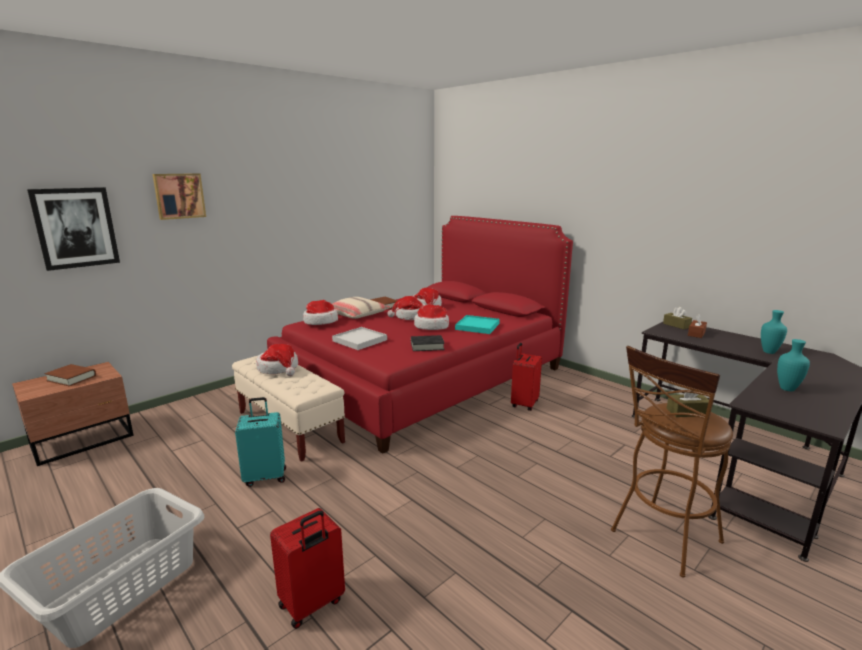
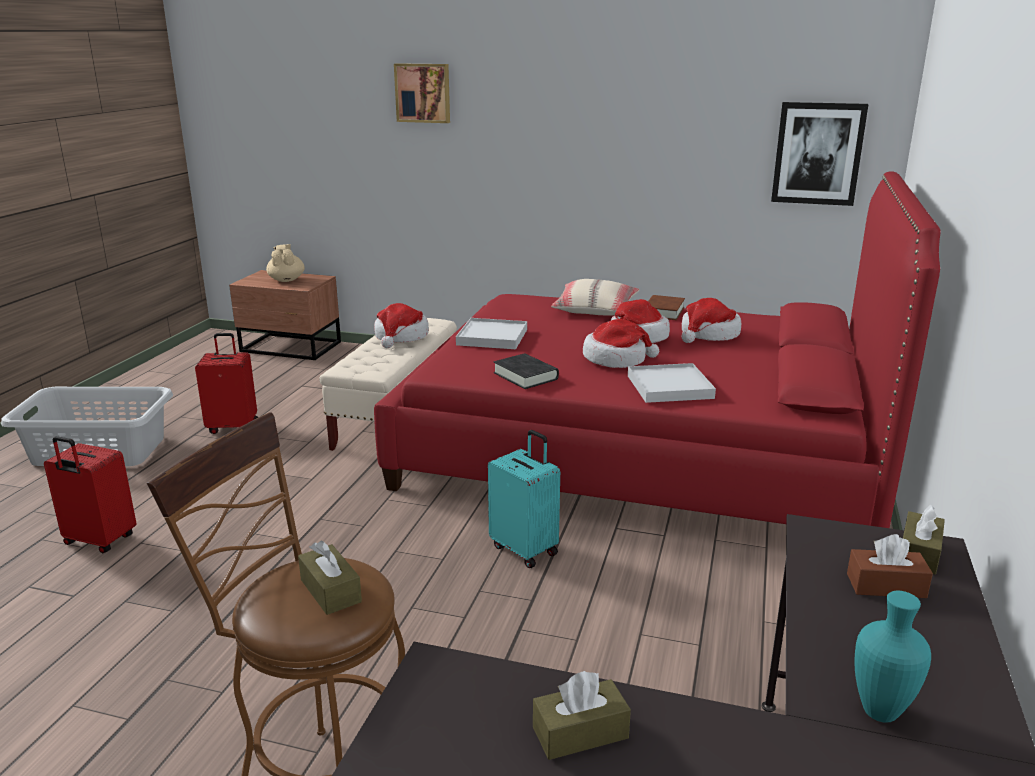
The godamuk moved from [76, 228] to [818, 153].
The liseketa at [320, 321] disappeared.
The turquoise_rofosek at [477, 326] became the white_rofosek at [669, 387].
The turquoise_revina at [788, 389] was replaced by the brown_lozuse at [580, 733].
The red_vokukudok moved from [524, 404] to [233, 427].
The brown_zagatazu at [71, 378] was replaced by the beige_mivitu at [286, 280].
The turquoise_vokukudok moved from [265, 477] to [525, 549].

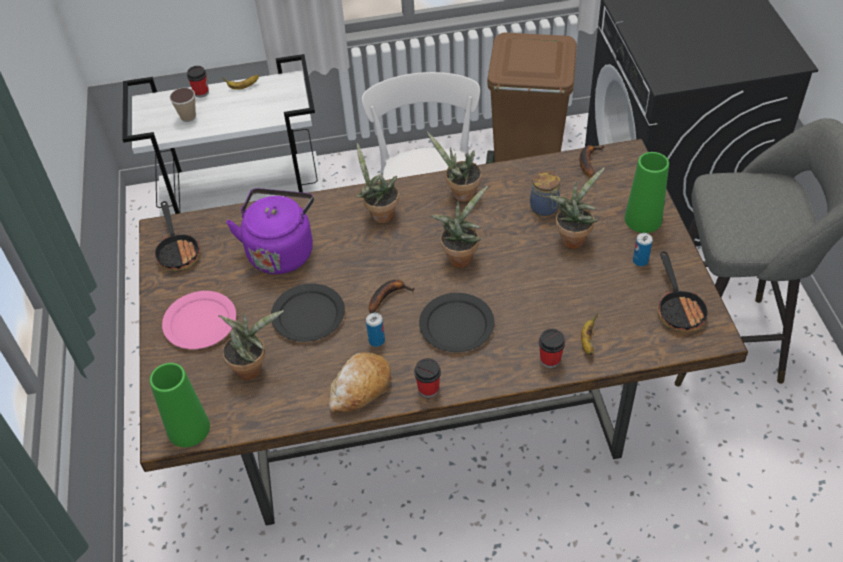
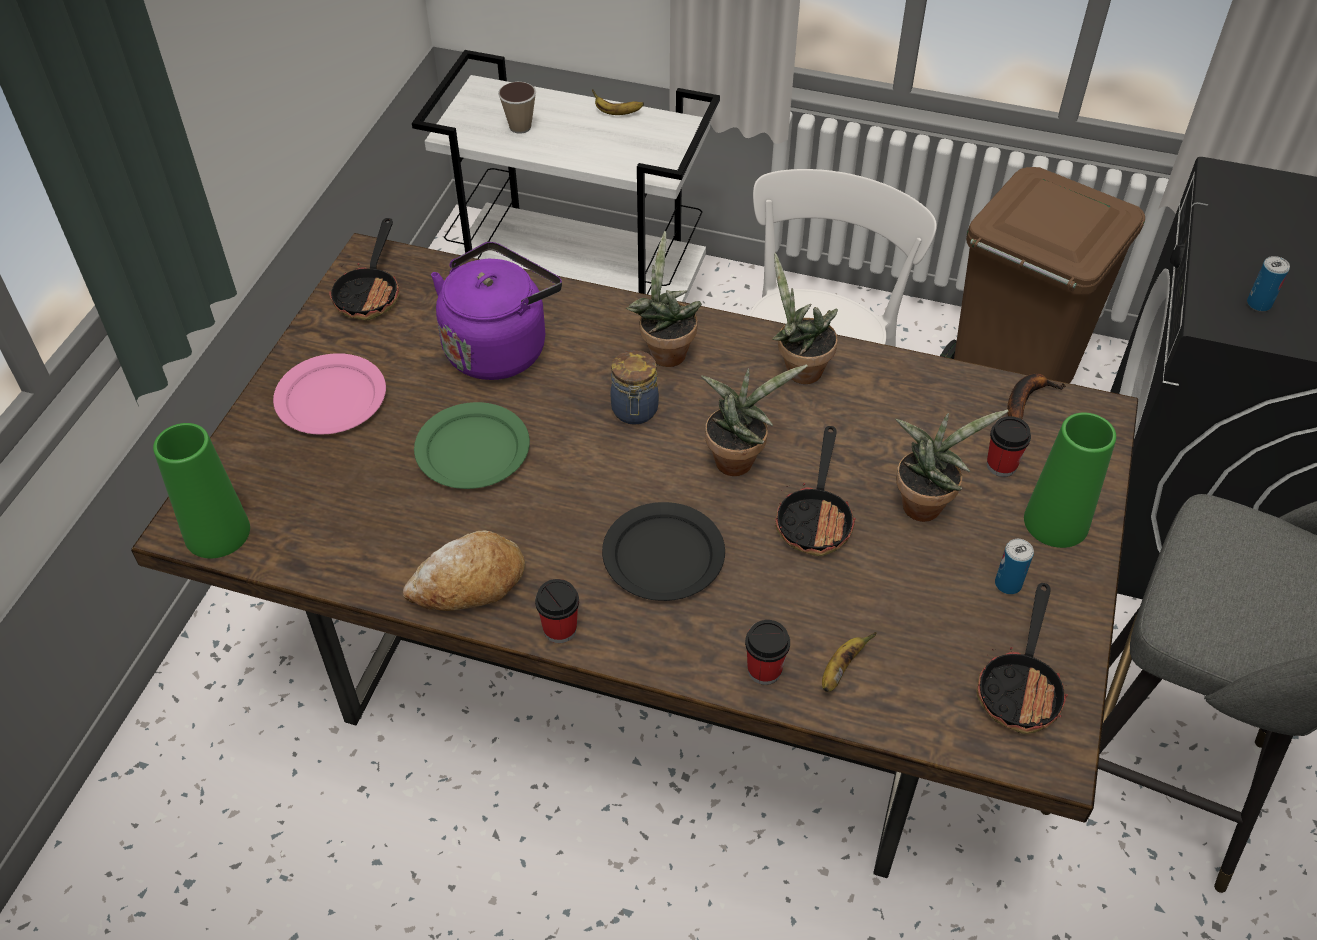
The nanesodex moved from [201, 92] to [1001, 465].
The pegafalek moved from [545, 208] to [634, 411].
The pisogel at [388, 296] disappeared.
The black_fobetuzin at [308, 314] became the green_fobetuzin at [473, 449].
The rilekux at [252, 367] disappeared.
The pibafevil moved from [376, 340] to [1259, 304].
The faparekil at [816, 518] appeared.

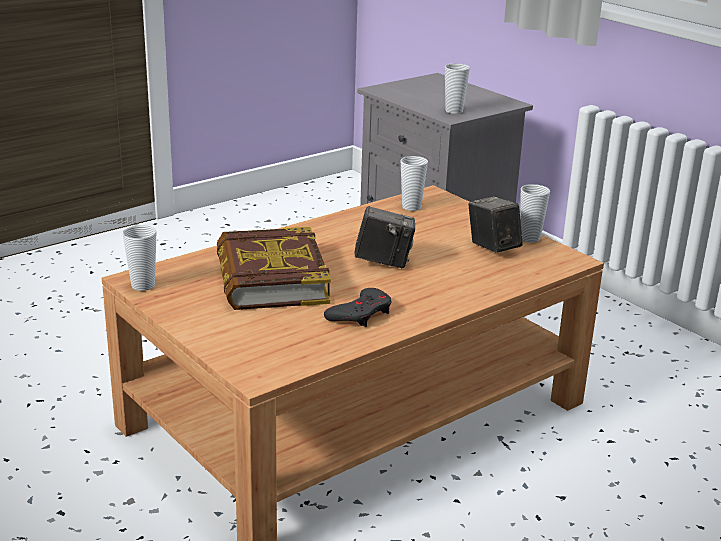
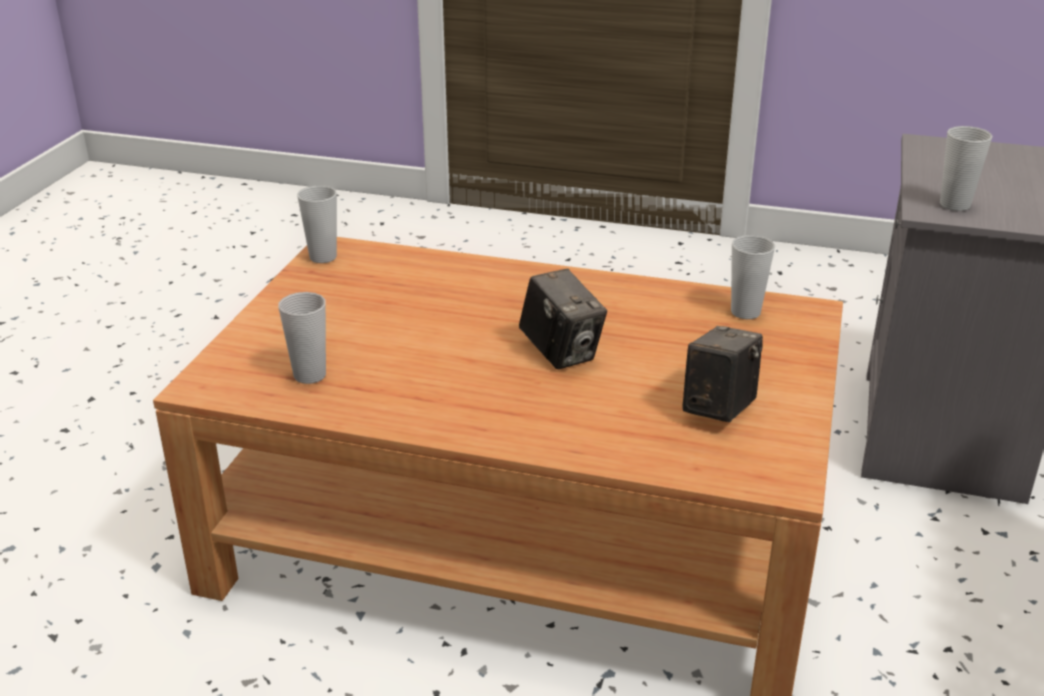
The nanesodex moved from [529, 238] to [310, 375].
The zagatazu at [270, 279] disappeared.
The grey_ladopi at [361, 314] disappeared.

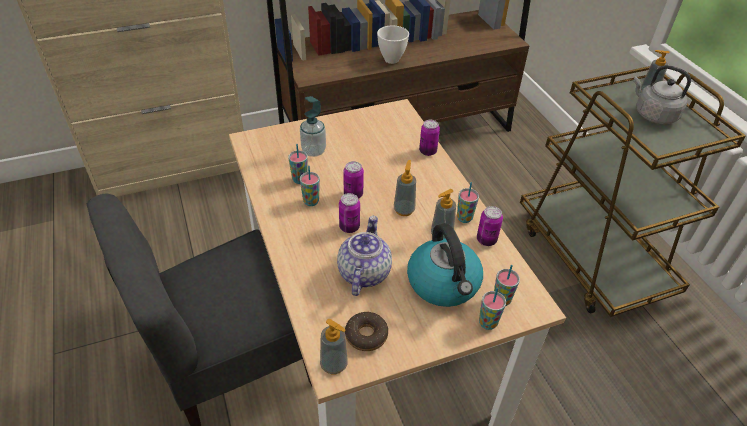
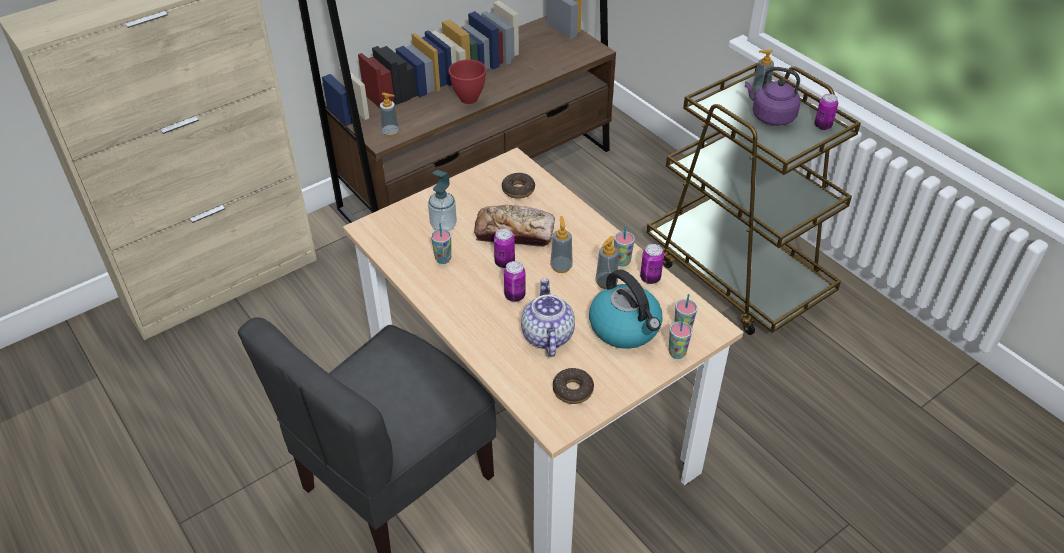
The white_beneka at [390, 60] became the red_beneka at [468, 99].
The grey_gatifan at [653, 115] became the purple_gatifan at [770, 116].
The pibafevil moved from [427, 151] to [822, 126].
The nanesodex at [311, 201] disappeared.
The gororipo moved from [334, 364] to [390, 132].
The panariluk at [518, 190] appeared.
The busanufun at [515, 232] appeared.

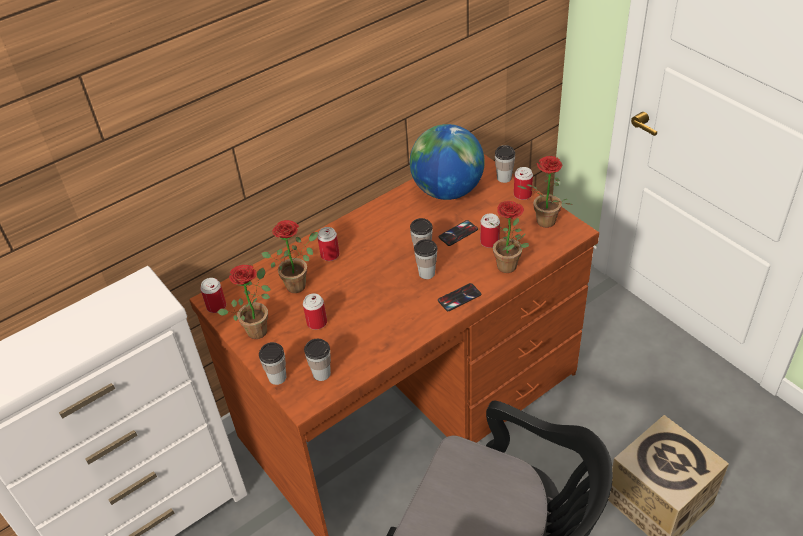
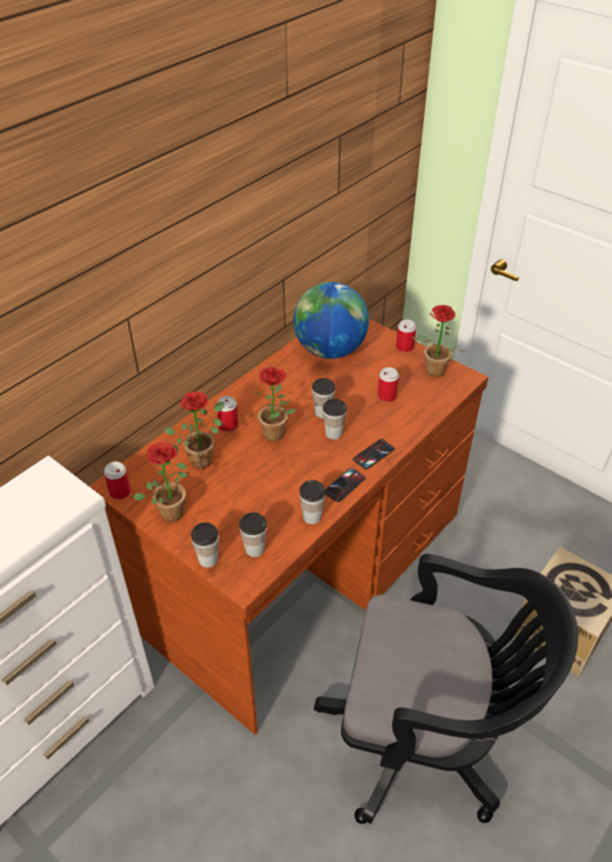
The nanesodex moved from [504, 178] to [312, 517].
The rilekux moved from [510, 268] to [277, 436].
The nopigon moved from [458, 233] to [344, 485].
The pibafevil at [317, 322] disappeared.

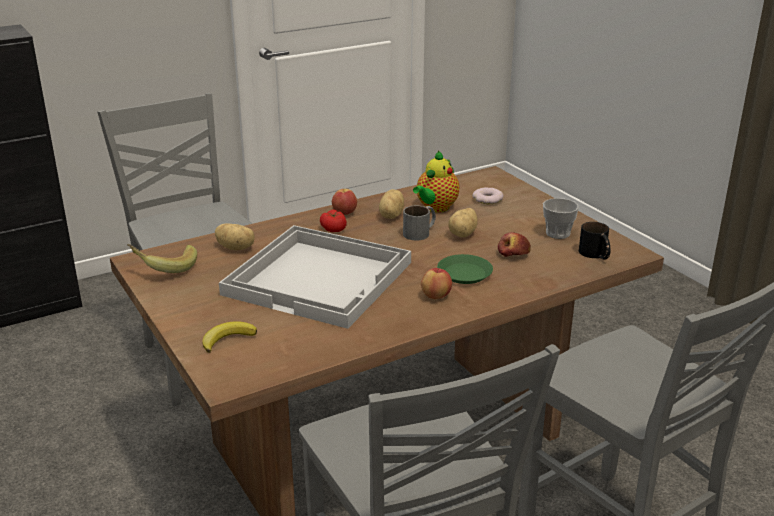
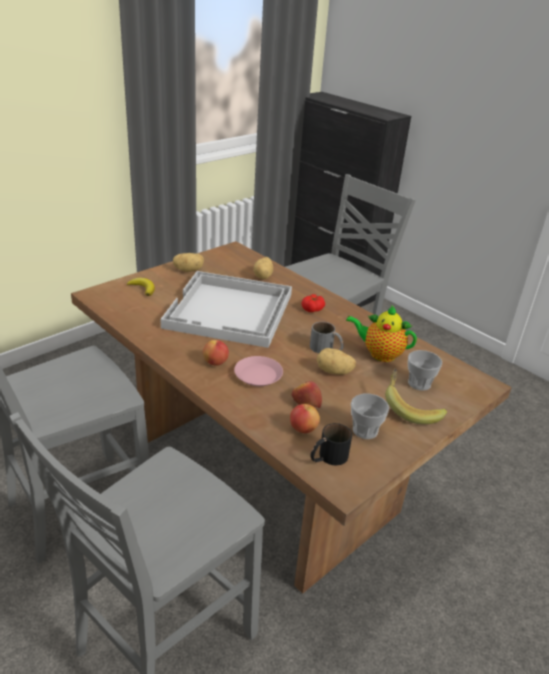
The panariluk at [487, 199] was replaced by the nanesodex at [419, 383].
The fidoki moved from [344, 213] to [303, 429].
The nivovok moved from [390, 215] to [188, 270].
The pisogel moved from [165, 267] to [410, 408].
The green_fobetuzin at [465, 273] became the pink_fobetuzin at [258, 375].

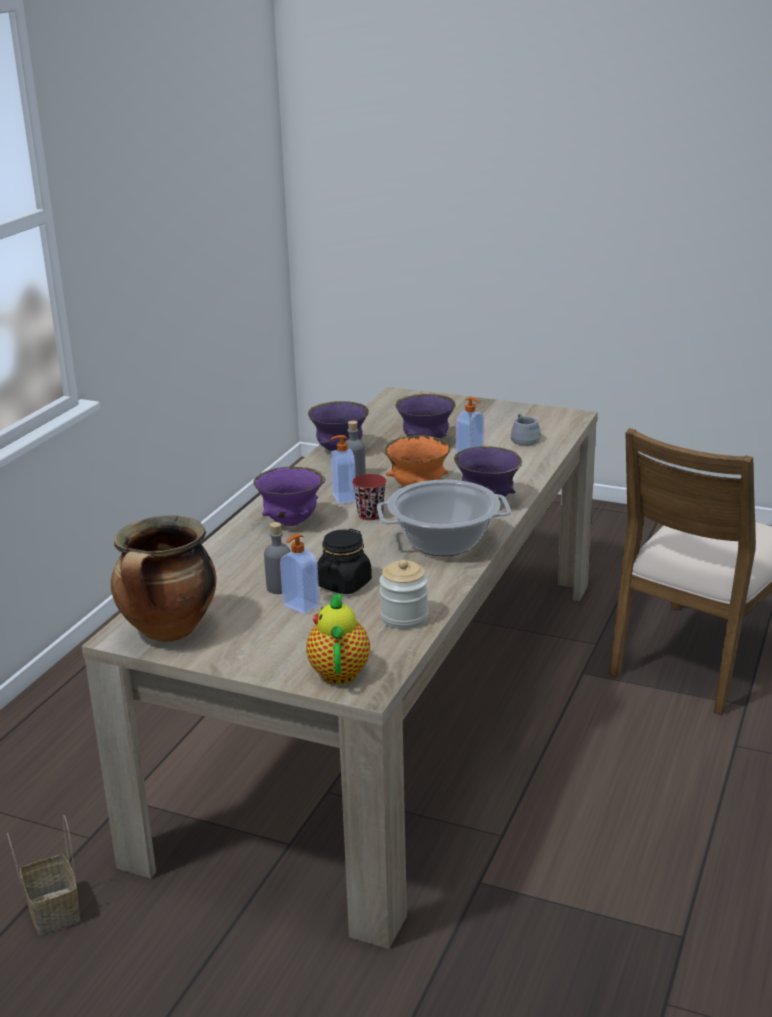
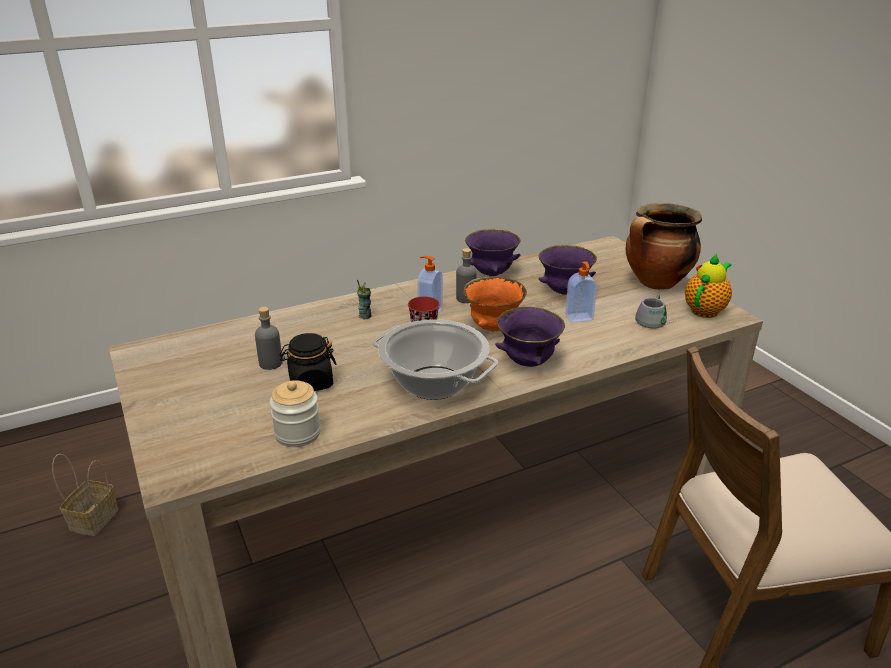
The purple_beneka at [291, 522] was replaced by the nanesodex at [365, 316].
The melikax moved from [169, 632] to [656, 283].
The gororipo at [300, 606] disappeared.
The mivitu moved from [339, 670] to [706, 310].

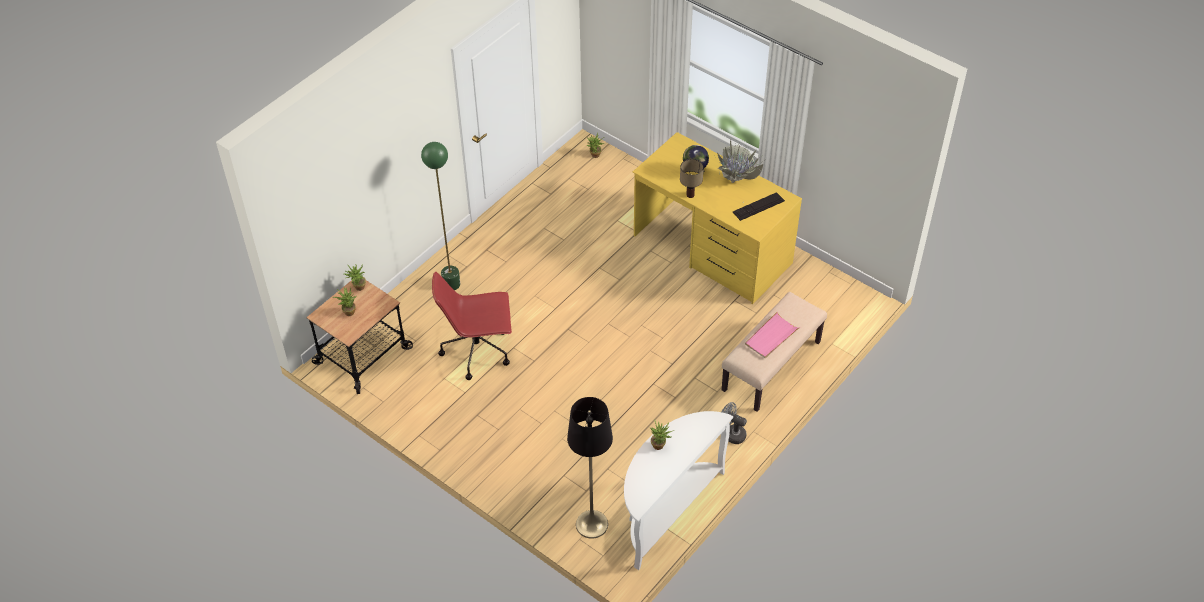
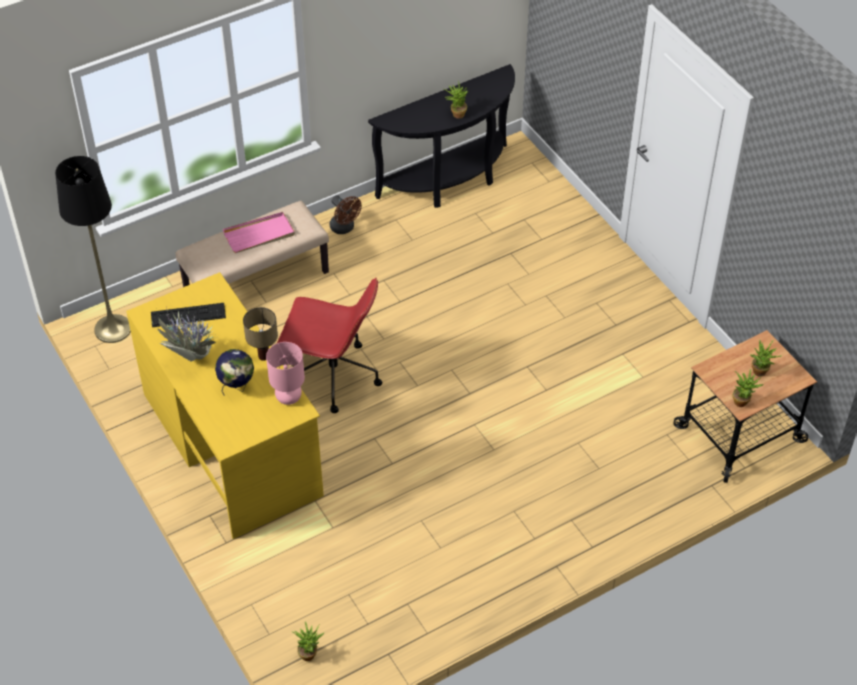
The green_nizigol at [451, 284] disappeared.
The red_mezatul moved from [478, 350] to [332, 376].
The black_nizigol moved from [591, 524] to [113, 329].
The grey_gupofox at [731, 434] became the brown_gupofox at [344, 228].
The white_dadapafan at [666, 510] became the black_dadapafan at [451, 181].
The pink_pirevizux at [288, 398] appeared.

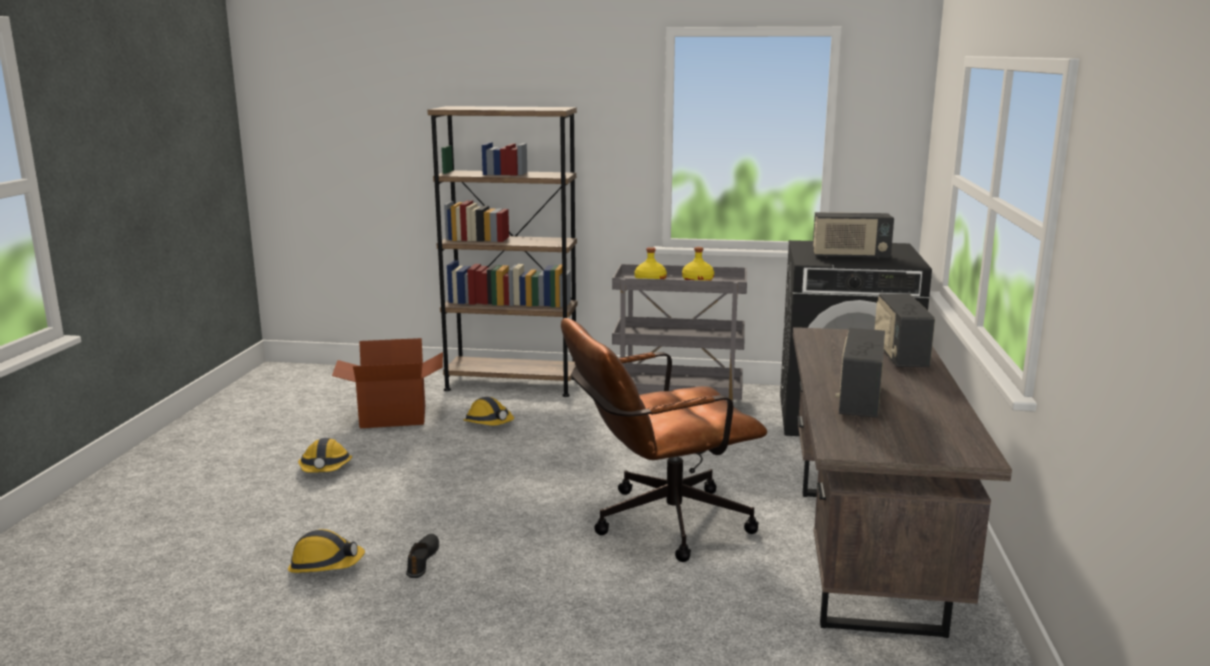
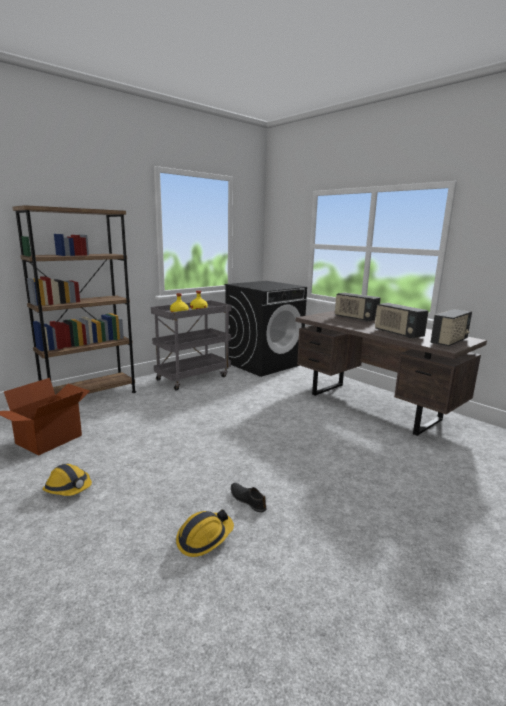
The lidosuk moved from [850, 257] to [449, 342].
The brown_mezatul at [658, 523] disappeared.
The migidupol at [489, 423] disappeared.

